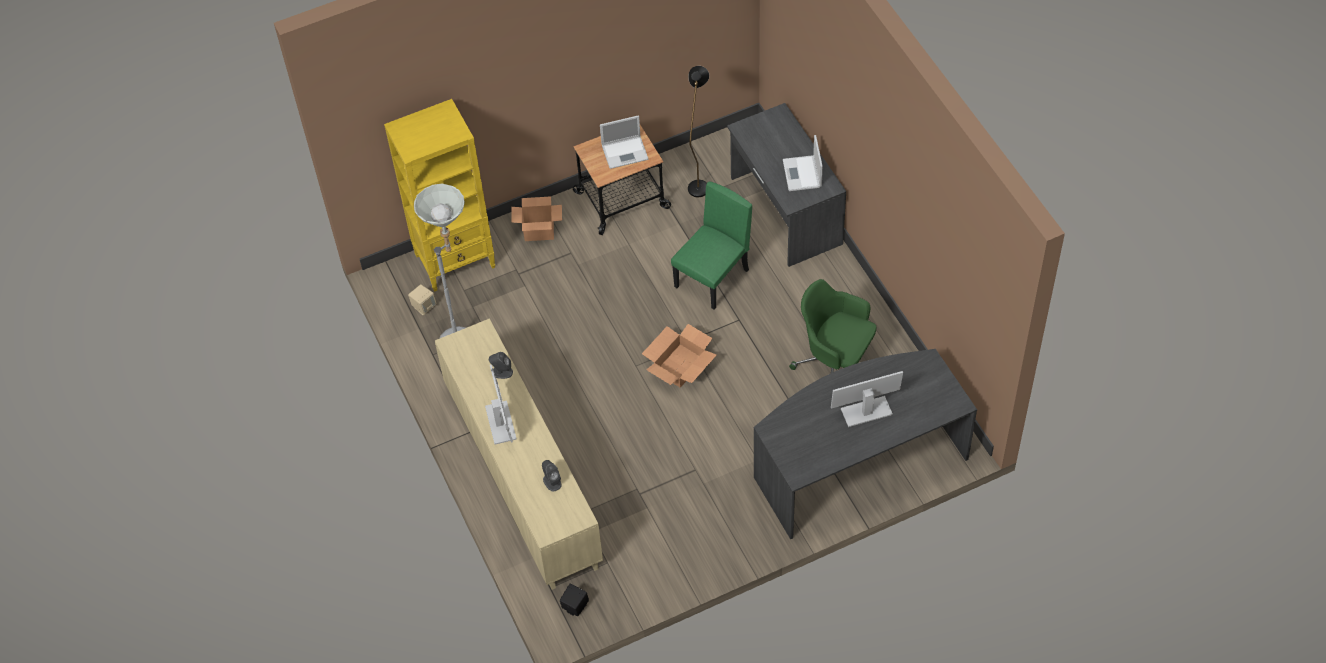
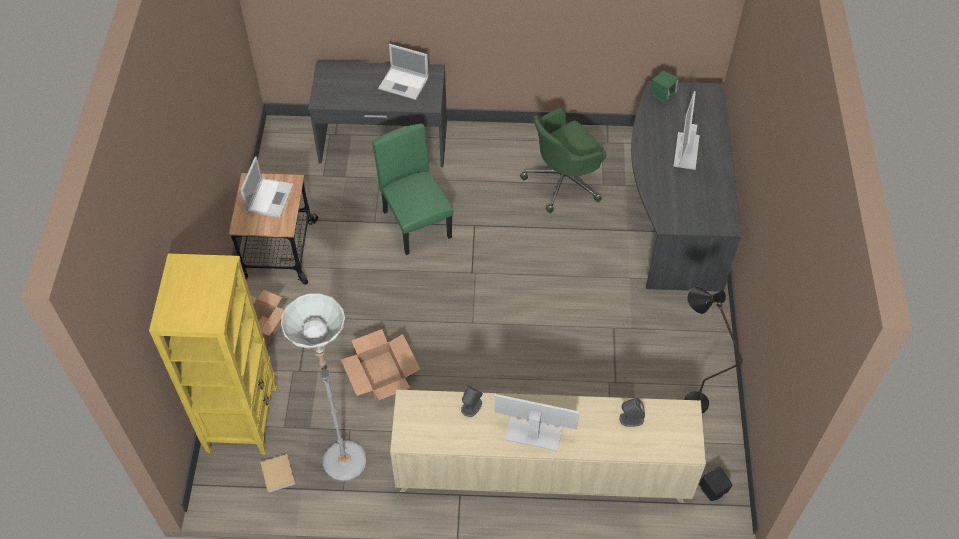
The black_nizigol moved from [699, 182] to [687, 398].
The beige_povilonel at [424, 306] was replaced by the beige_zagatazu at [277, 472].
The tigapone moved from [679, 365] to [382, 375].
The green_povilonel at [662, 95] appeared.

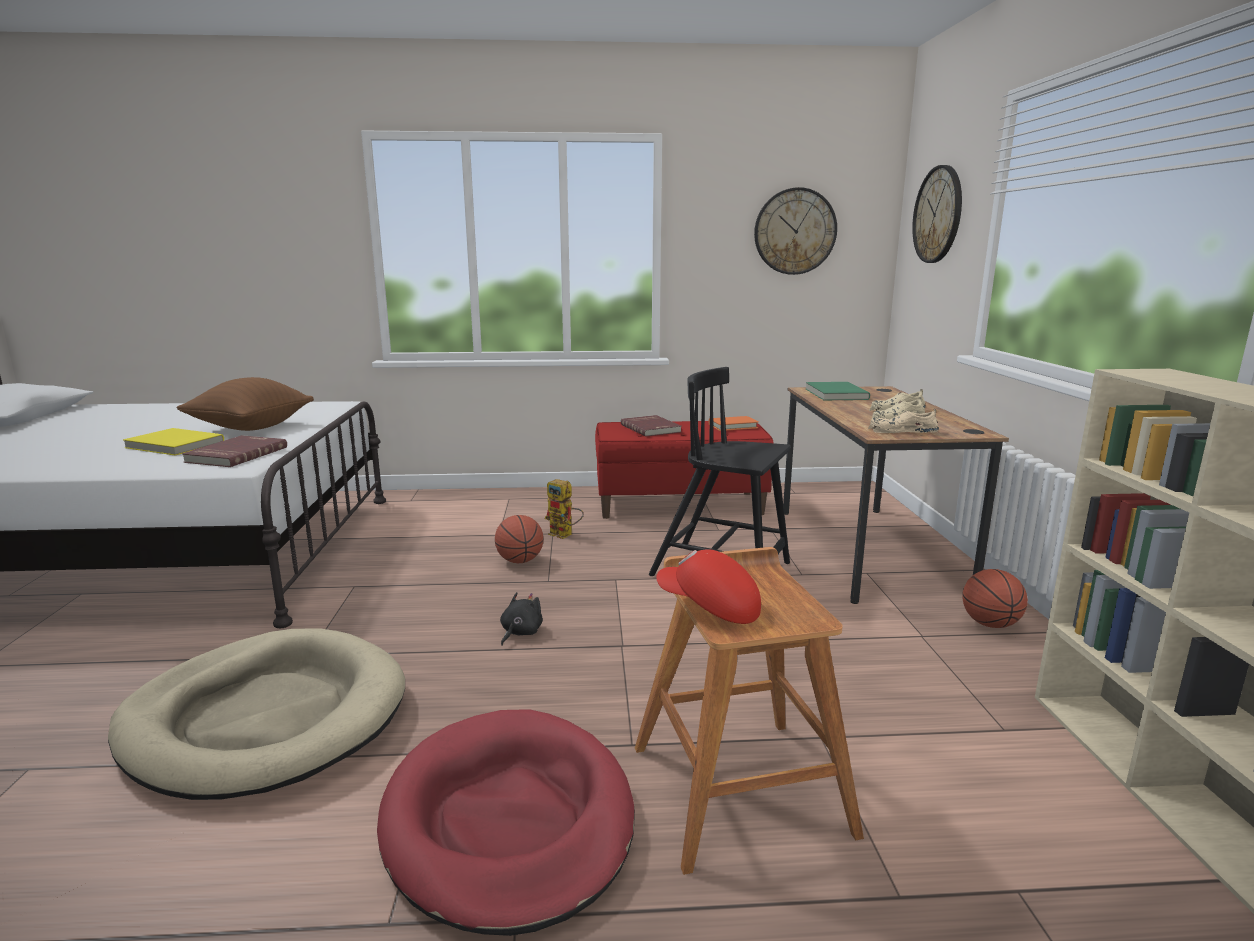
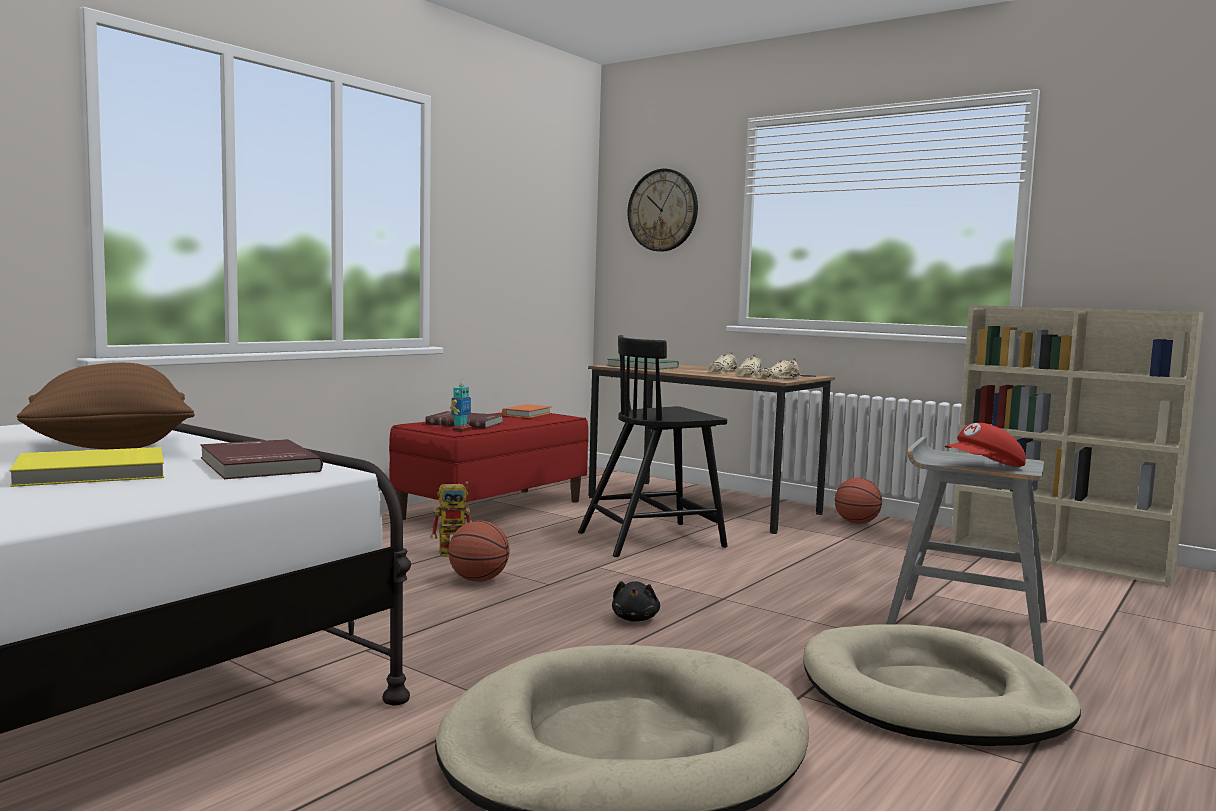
The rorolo at [795, 231] disappeared.
The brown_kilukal at [739, 787] became the grey_kilukal at [965, 628].
The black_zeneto at [520, 633] turned 150 degrees counterclockwise.
The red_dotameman at [509, 821] became the beige_dotameman at [933, 696].
The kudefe at [461, 430] appeared.

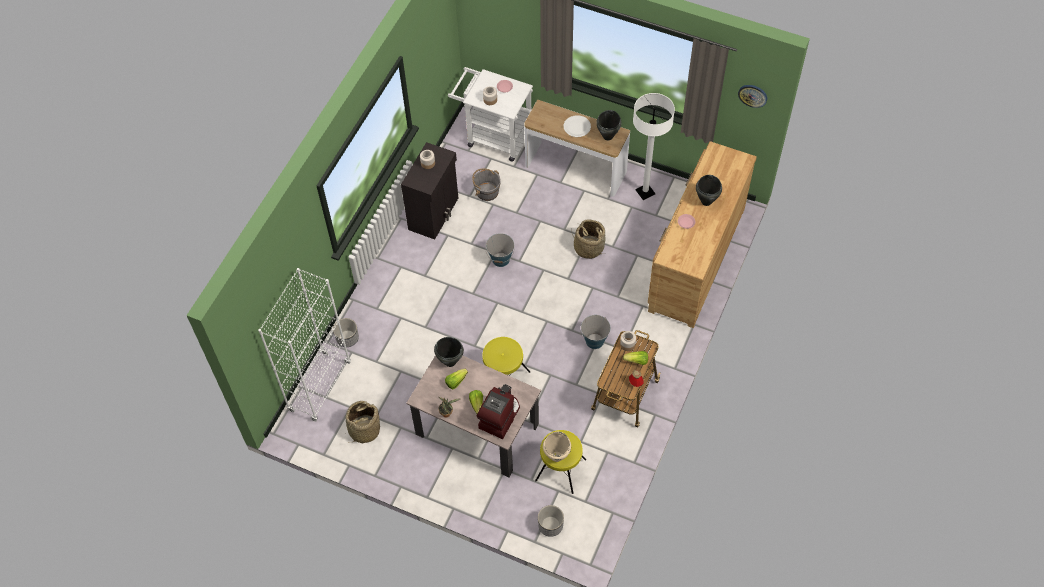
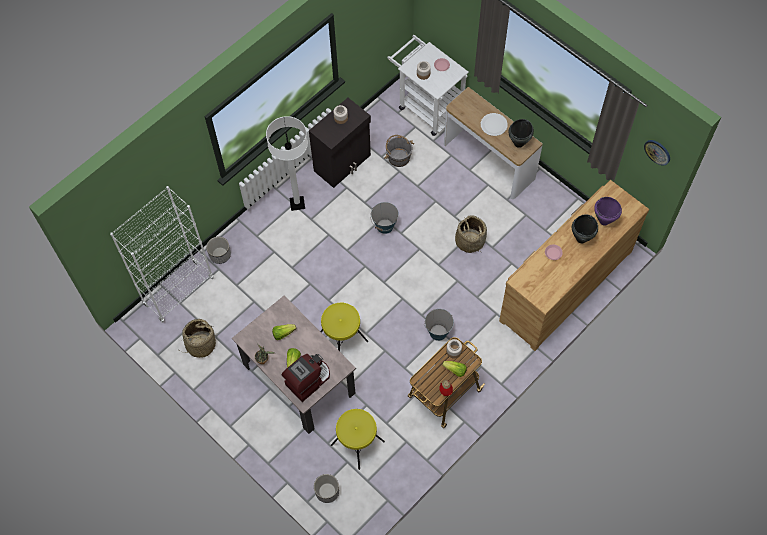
The white_nizigol moved from [645, 192] to [297, 203].
The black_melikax at [450, 361] disappeared.
The beige_melikax at [556, 457] disappeared.
The purple_melikax at [604, 221] appeared.

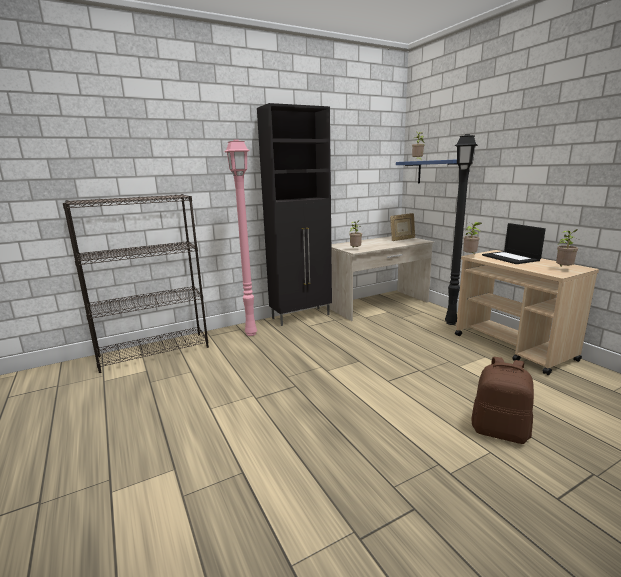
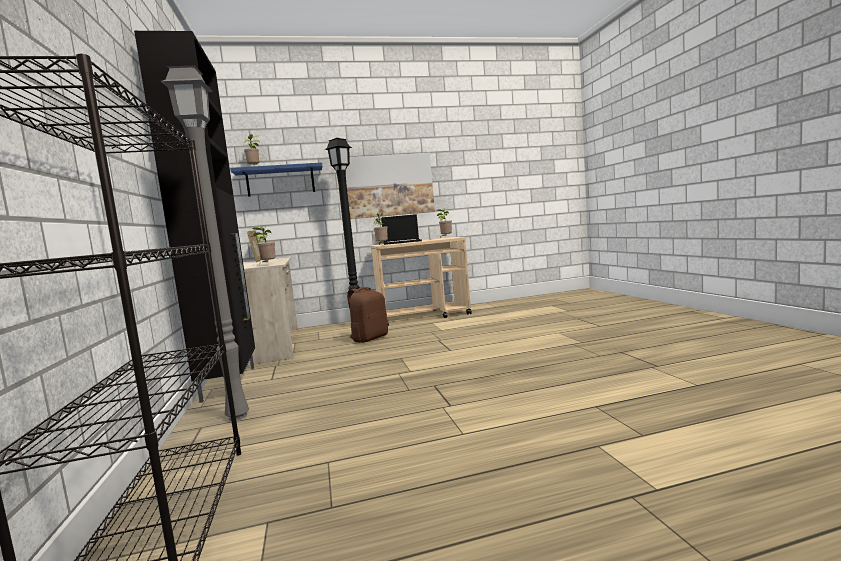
The pink_nizigol at [251, 333] became the grey_nizigol at [236, 416].
The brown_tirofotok moved from [500, 431] to [369, 338].
The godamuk at [388, 185] appeared.

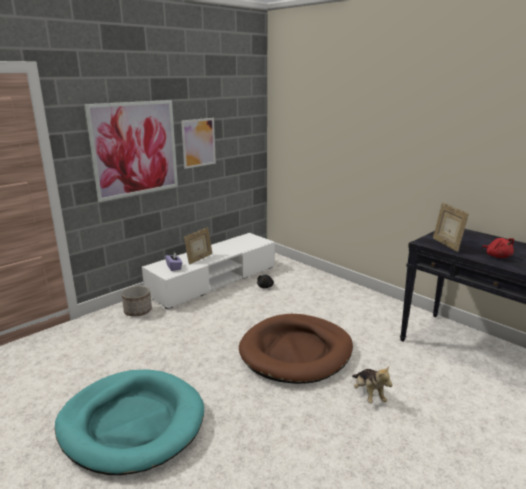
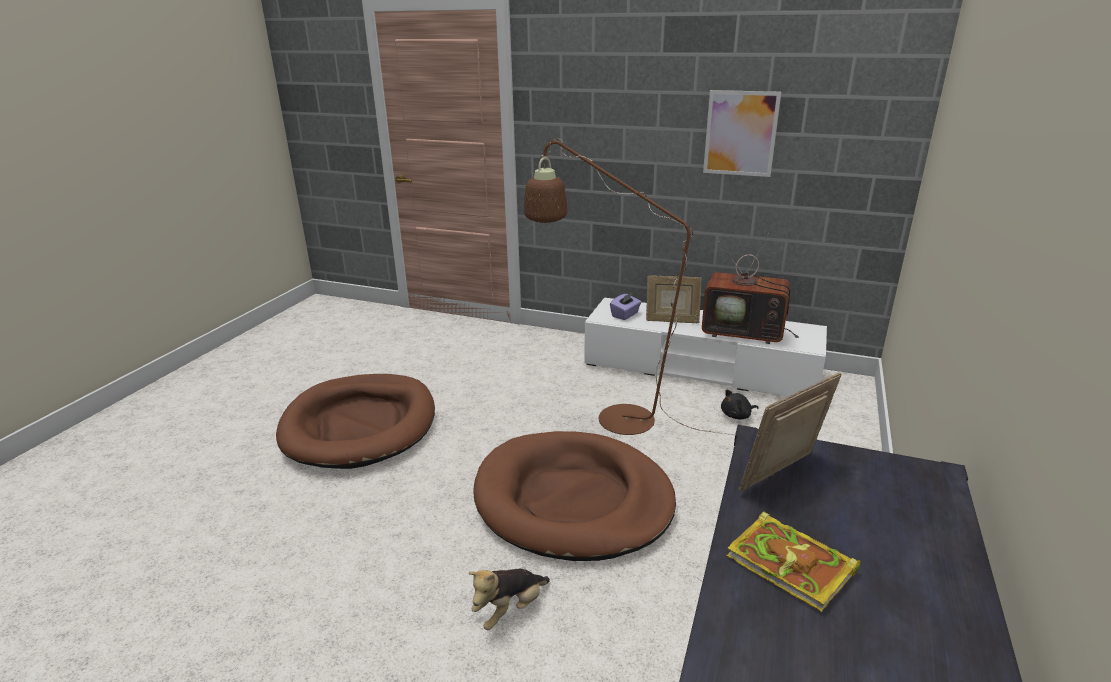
The godamuk at [135, 149] disappeared.
The red_zeneto at [497, 256] was replaced by the zagatazu at [793, 565].
The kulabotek at [137, 311] disappeared.
The turquoise_dotameman at [132, 423] became the brown_dotameman at [360, 425].
The brown_nizigol at [611, 417] appeared.
The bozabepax at [745, 332] appeared.

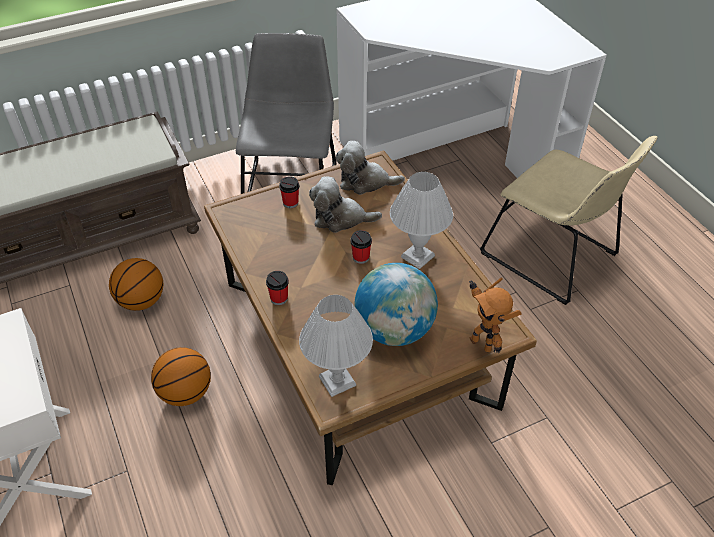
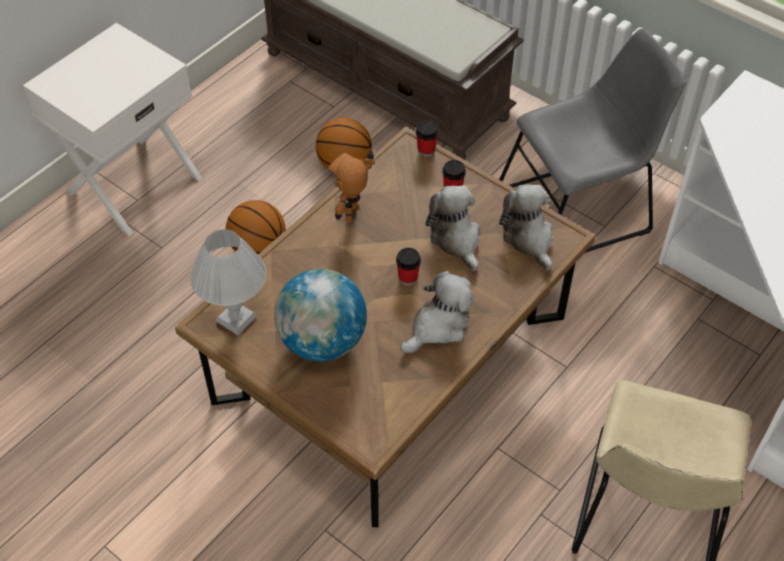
The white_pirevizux at [417, 257] was replaced by the zeneto at [438, 326].
The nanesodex moved from [279, 298] to [426, 150].
The kudefe moved from [482, 343] to [356, 215].

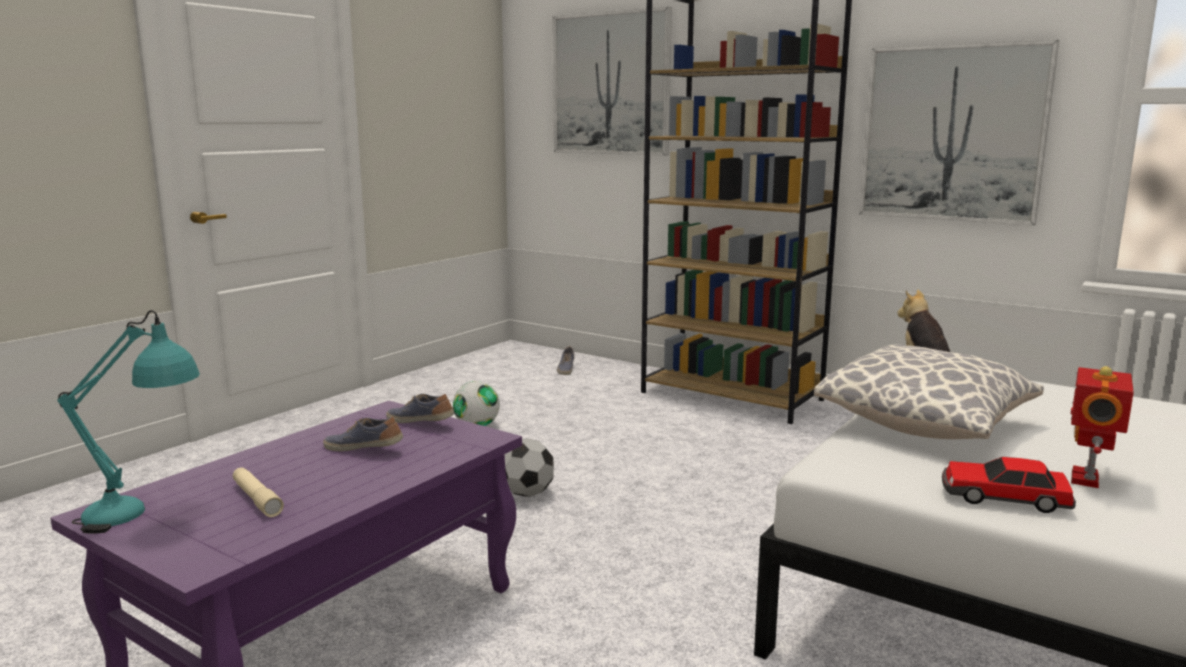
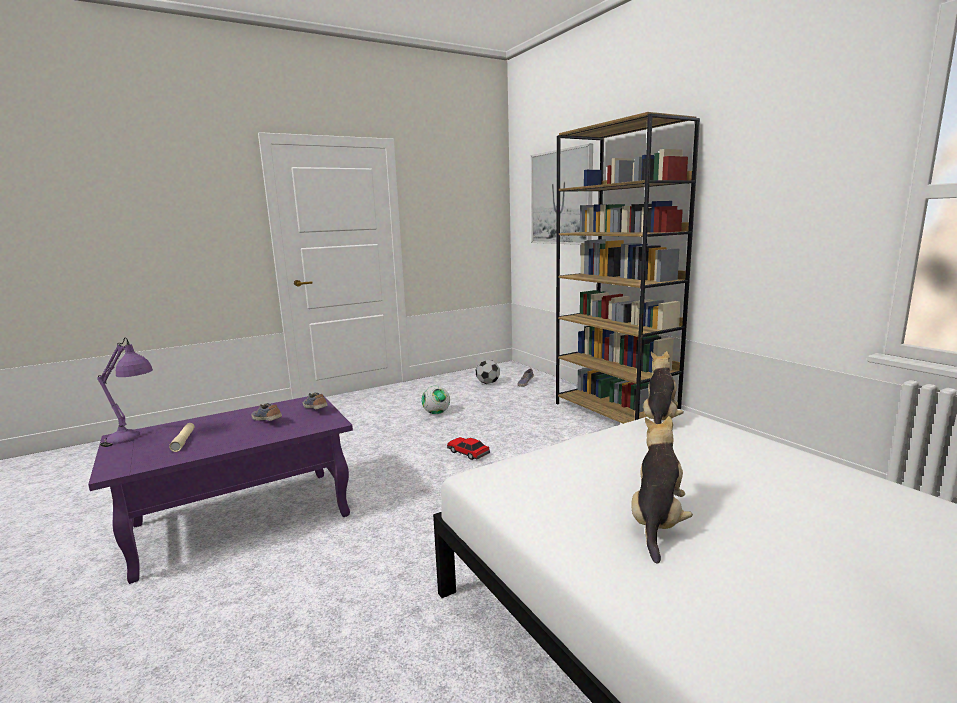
The godamuk at [952, 133] disappeared.
The turquoise_pirevizux at [145, 514] became the purple_pirevizux at [134, 440].
The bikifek at [925, 425] disappeared.
The kudefe at [1088, 479] was replaced by the zeneto at [657, 522].
The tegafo moved from [526, 493] to [488, 383].
The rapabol moved from [1003, 498] to [467, 453].

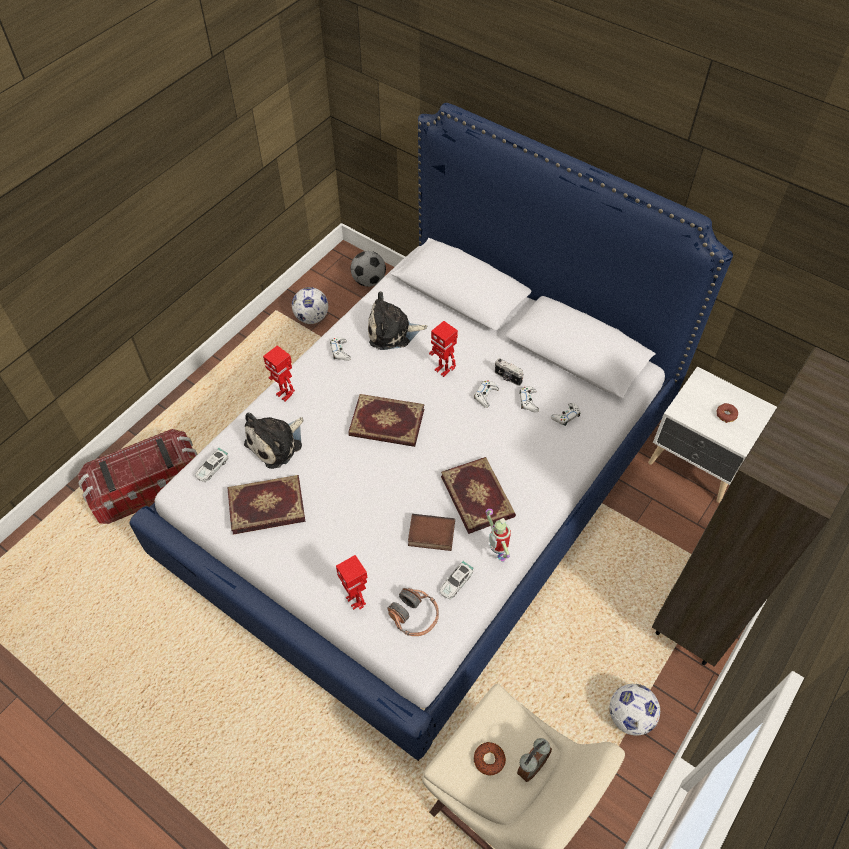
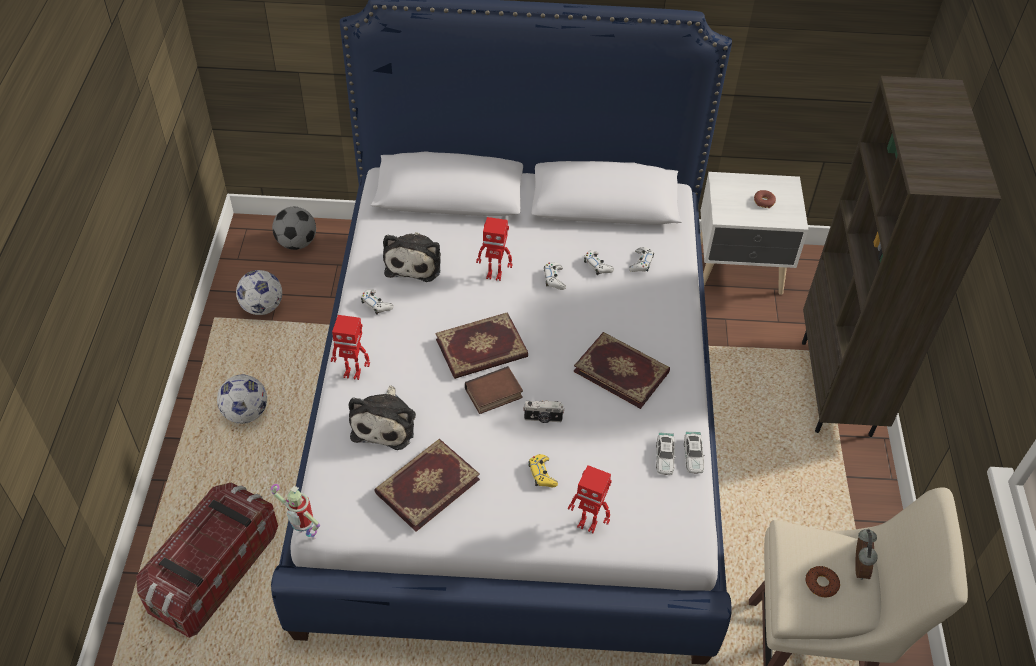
The zeneto at [392, 332] turned 45 degrees counterclockwise.
The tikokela moved from [507, 378] to [543, 419].
The rapabol moved from [212, 467] to [693, 456].
The kudefe moved from [496, 556] to [304, 536].
The zagatazu moved from [430, 535] to [493, 395].
The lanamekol at [414, 616] disappeared.
The tegafo moved from [630, 717] to [246, 413].
The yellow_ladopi at [542, 474] appeared.

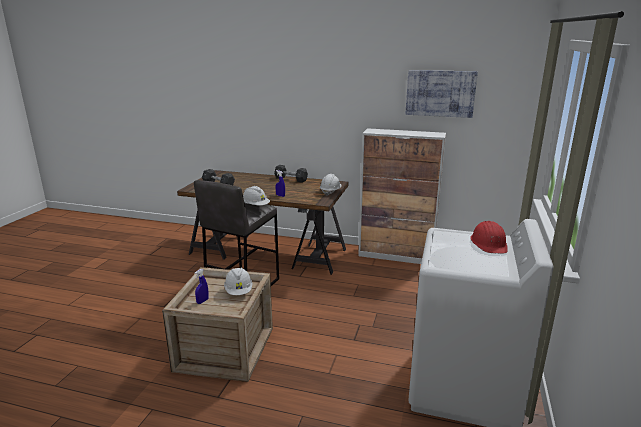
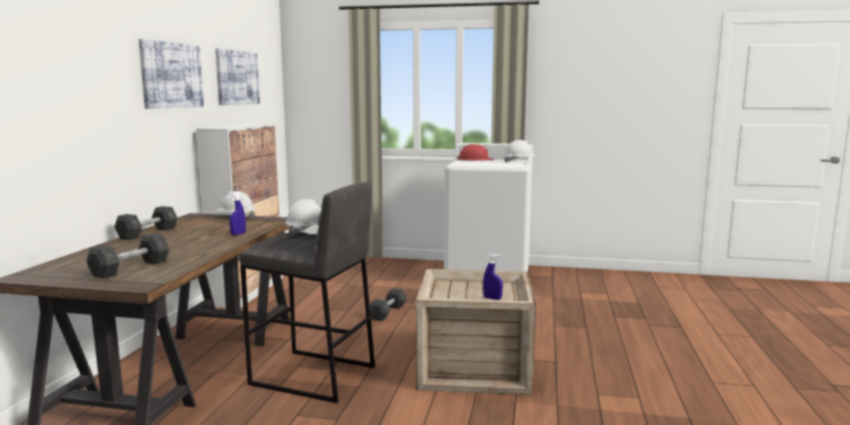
The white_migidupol moved from [239, 291] to [519, 162].
The godamuk at [171, 75] appeared.
The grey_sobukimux at [387, 312] appeared.

